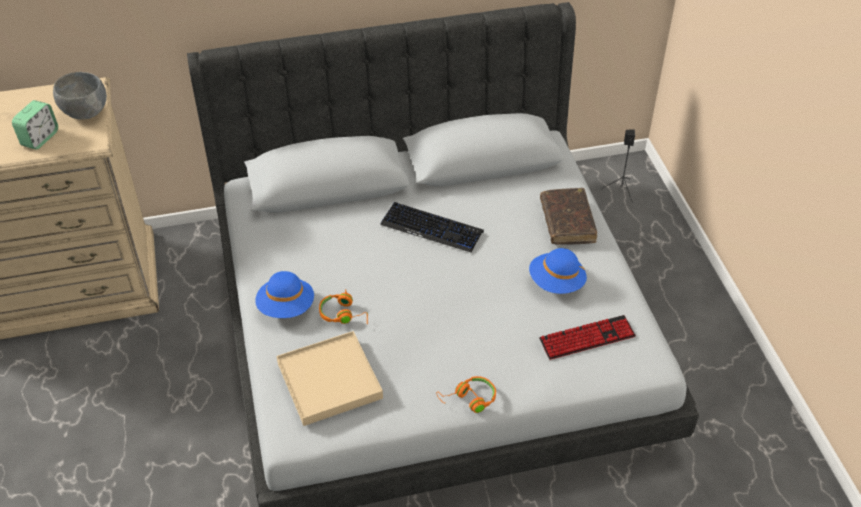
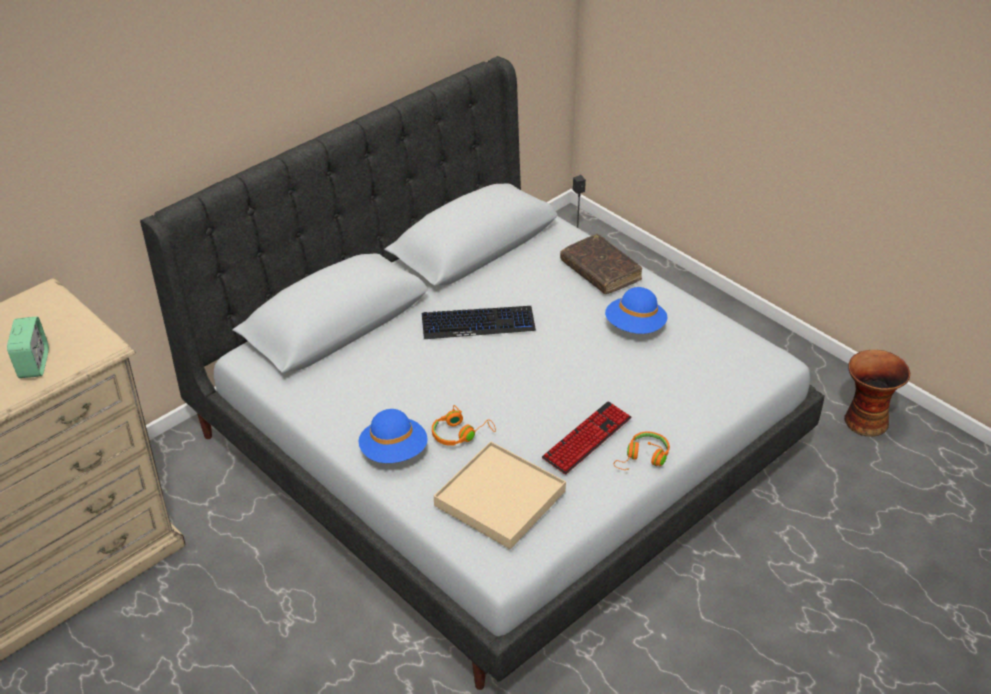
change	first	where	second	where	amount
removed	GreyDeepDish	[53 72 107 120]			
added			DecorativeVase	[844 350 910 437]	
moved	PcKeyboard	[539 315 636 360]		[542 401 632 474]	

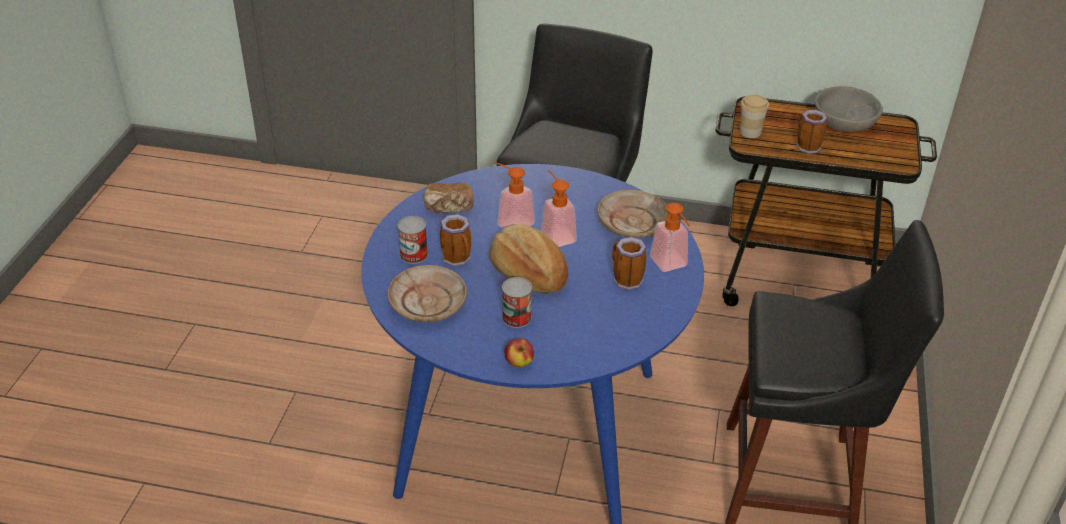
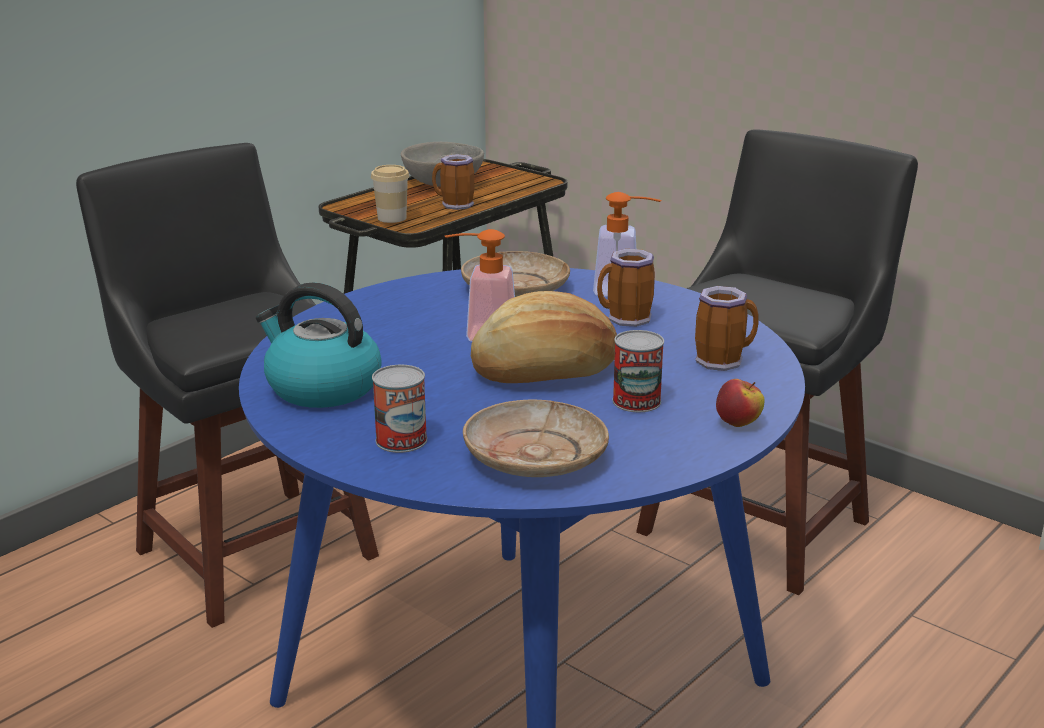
change	first	where	second	where	amount
removed	SoapDispenser	[494 162 535 229]			
moved	Mug	[440 214 471 266]		[695 286 759 371]	
replaced	Bread	[424 183 474 213]	Kettle	[256 282 382 408]	

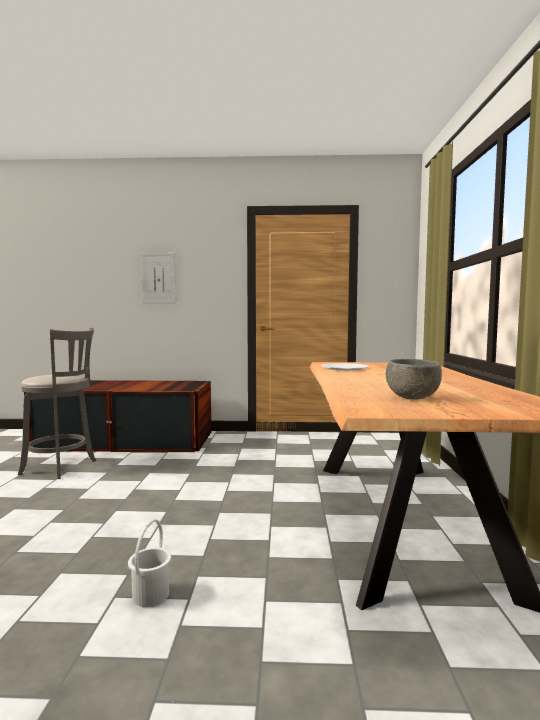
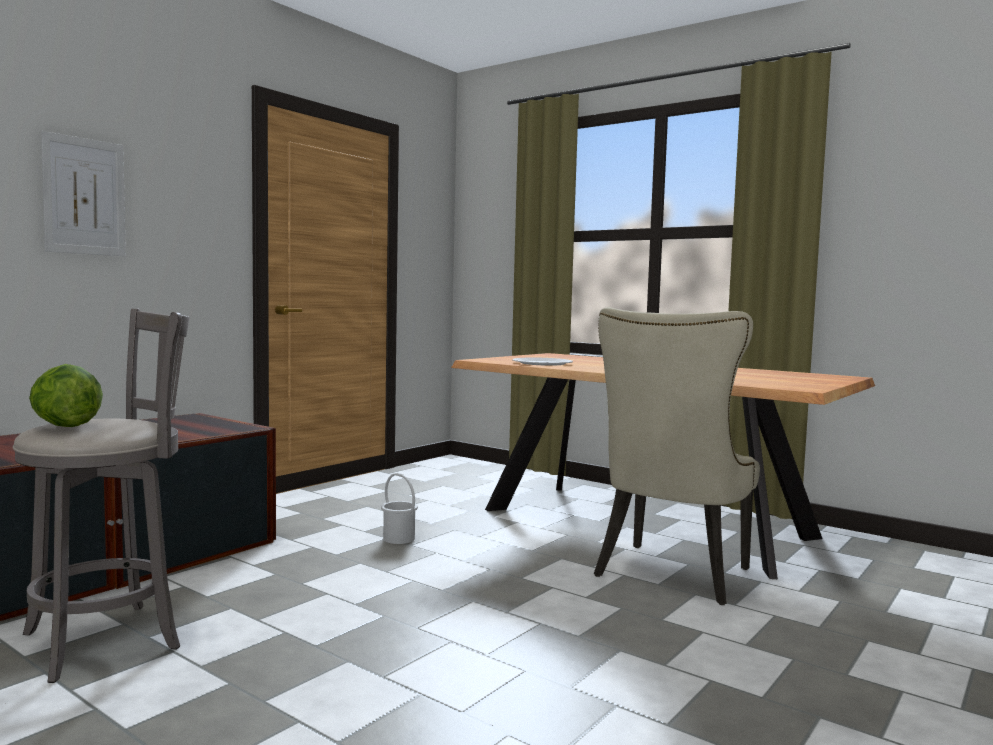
change	first	where	second	where	amount
removed	GreyDeepDish	[386 359 442 400]			
added			HeadOfLettuce	[29 364 103 427]	
added			BeigeColouredUprightChair	[594 307 760 605]	
moved	WhitishWaterBucket	[128 519 171 607]		[381 473 418 544]	

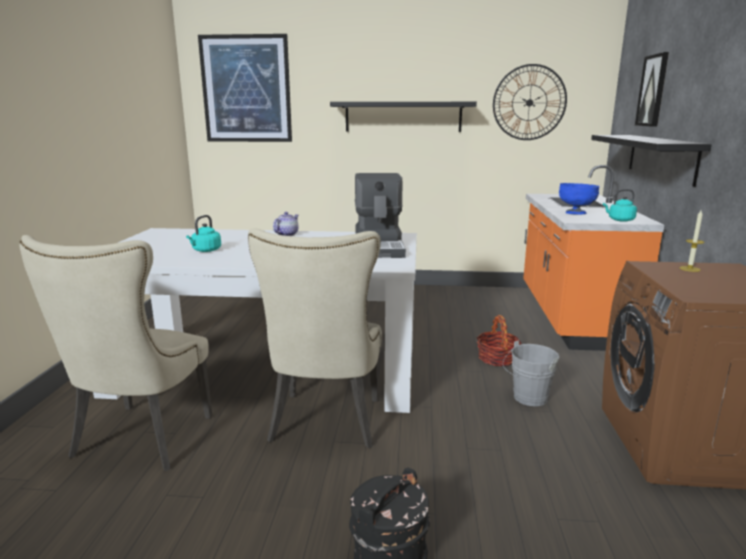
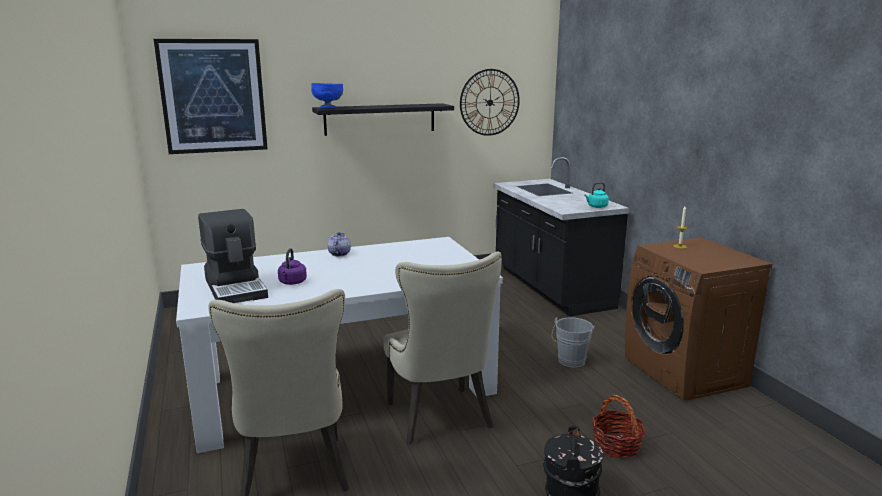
change	first	where	second	where	amount
removed	BlackBracketShelf	[591 135 712 187]			
removed	WallArt	[635 52 669 127]			
moved	CoffeeMachine	[355 173 406 258]		[198 209 268 303]	
moved	HouseholdBasket	[477 315 521 366]		[592 395 645 458]	
moved	BluishDeepDish	[559 183 600 215]		[311 83 343 109]	
recoloured	TurquoiseKettle	[186 215 221 252]	PurpleColouredKettle	[278 248 307 285]	
recoloured	OrangeCounter	[523 165 664 351]	BlackCounter	[493 157 629 317]	

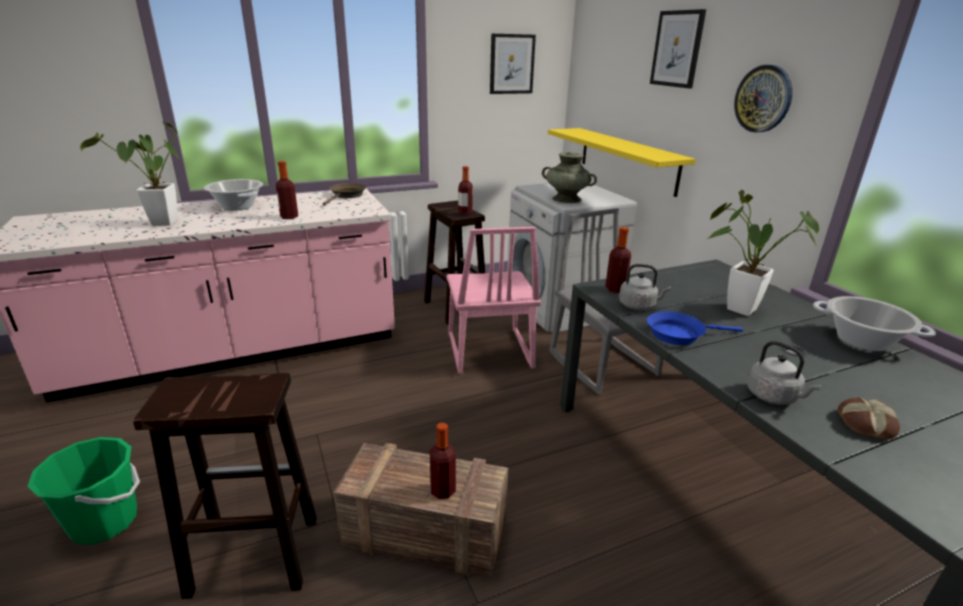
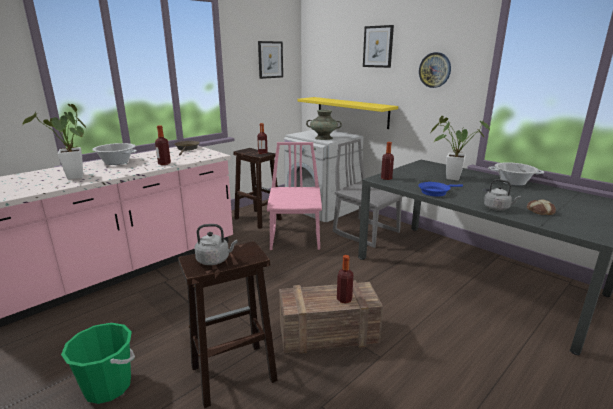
change	first	where	second	where	amount
moved	GreyKettle	[619 264 671 310]		[194 224 238 265]	
turned	PinkishUprightChair	[446 227 541 374]		[267 142 322 250]	150 degrees counterclockwise

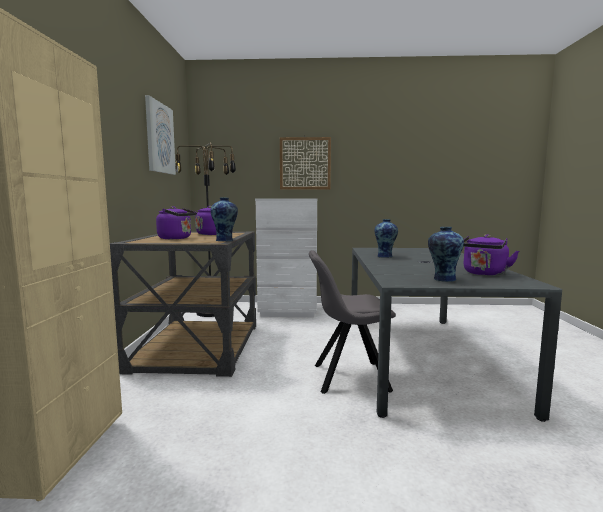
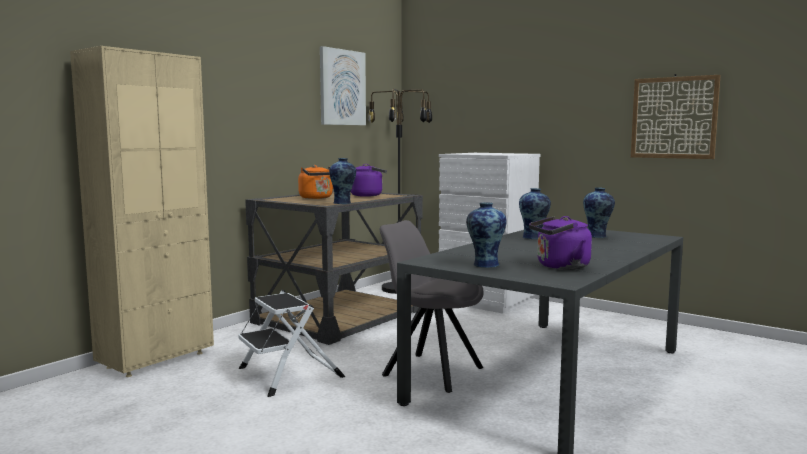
change	first	where	second	where	amount
added			StepLadder	[238 290 345 397]	
added			DecorativeVase	[583 187 615 238]	
moved	WallArt	[280 136 331 190]		[631 74 721 159]	
recoloured	PurpleColouredKettle	[156 206 197 239]	OrangeKettle	[298 165 333 199]	

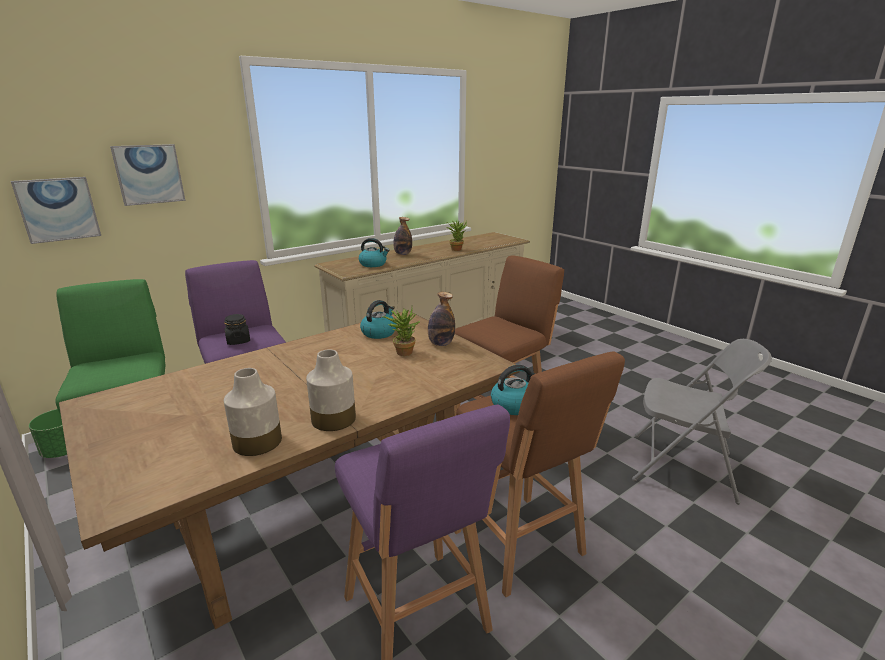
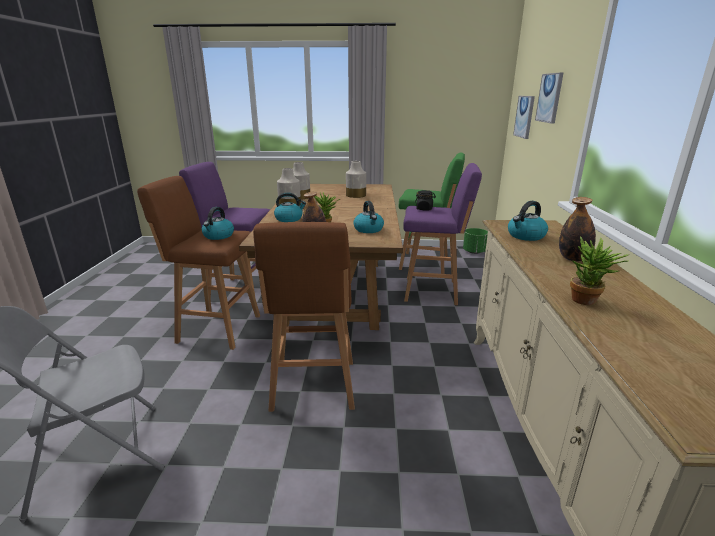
change	first	where	second	where	amount
added			Kettle	[274 192 306 222]	
added			BeigeColouredDecorativeVase	[346 161 366 198]	

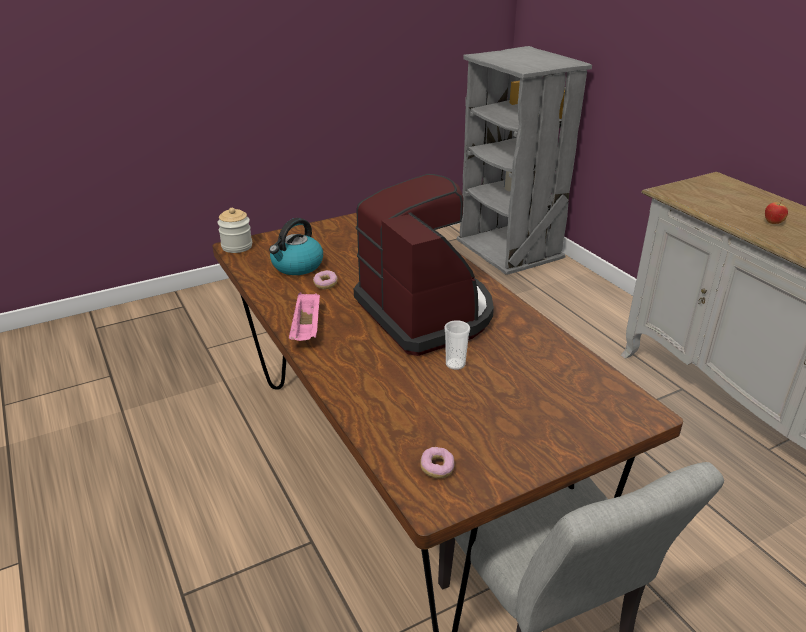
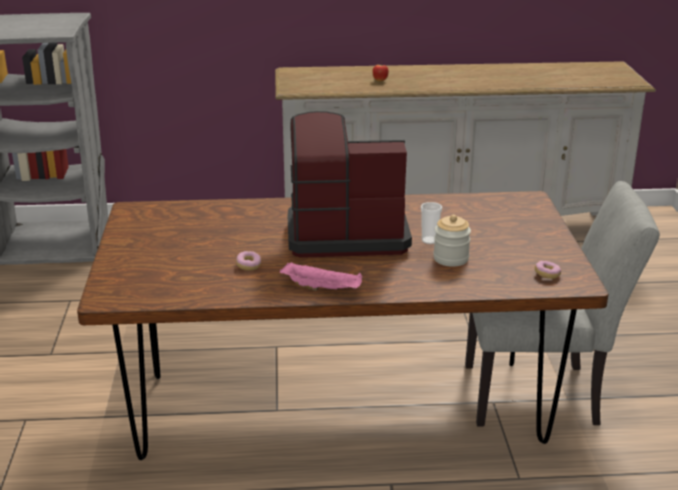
change	first	where	second	where	amount
removed	Kettle	[269 218 323 275]			
moved	StorageJar	[218 208 252 253]		[433 215 471 267]	

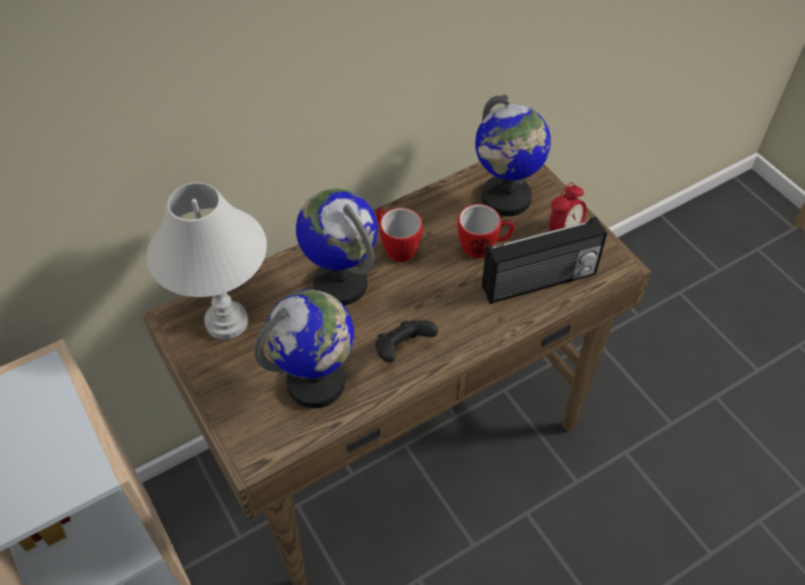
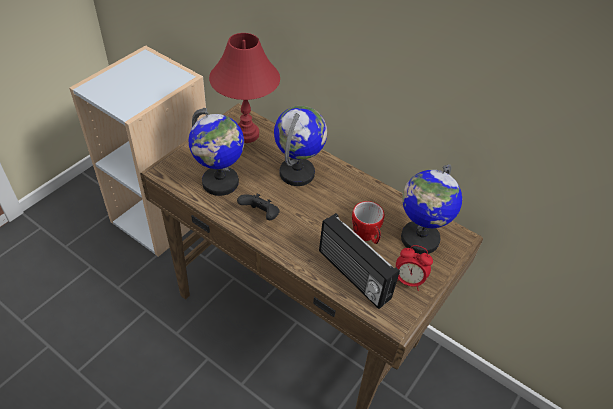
change	first	where	second	where	amount
removed	Mug	[376 207 423 262]			
recoloured	WhitishTableLamp	[147 182 267 340]	ReddishTableLamp	[209 33 280 143]	

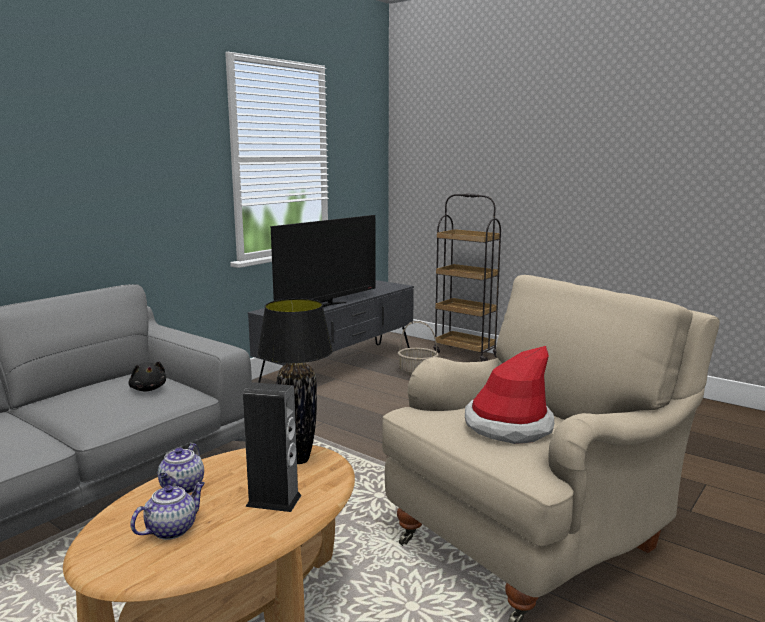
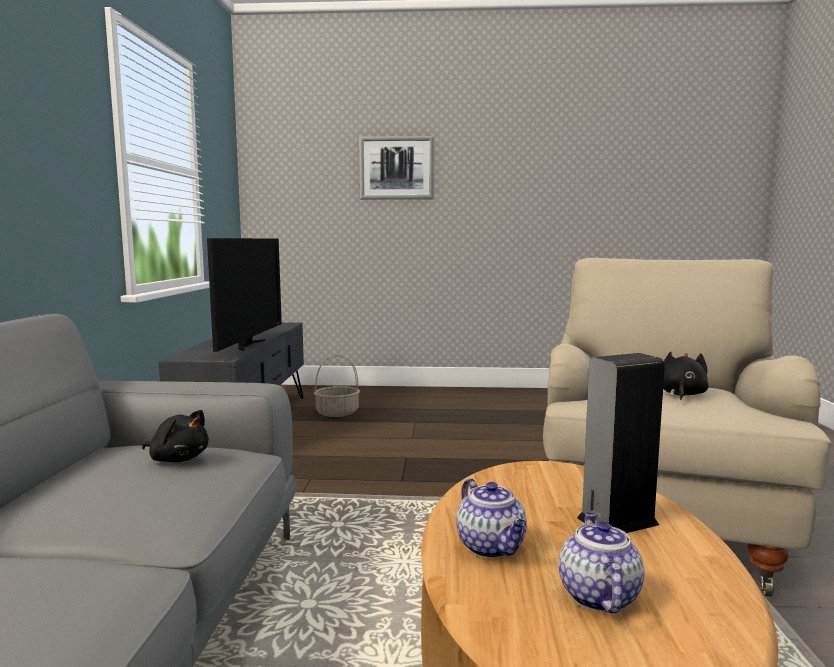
change	first	where	second	where	amount
removed	BlackTableLamp	[257 299 333 464]			
removed	BrownishTrolley	[433 193 501 362]			
added			WallArt	[359 136 434 200]	
replaced	WearableHat	[465 346 554 444]	BlackPlushToy	[663 351 708 400]	

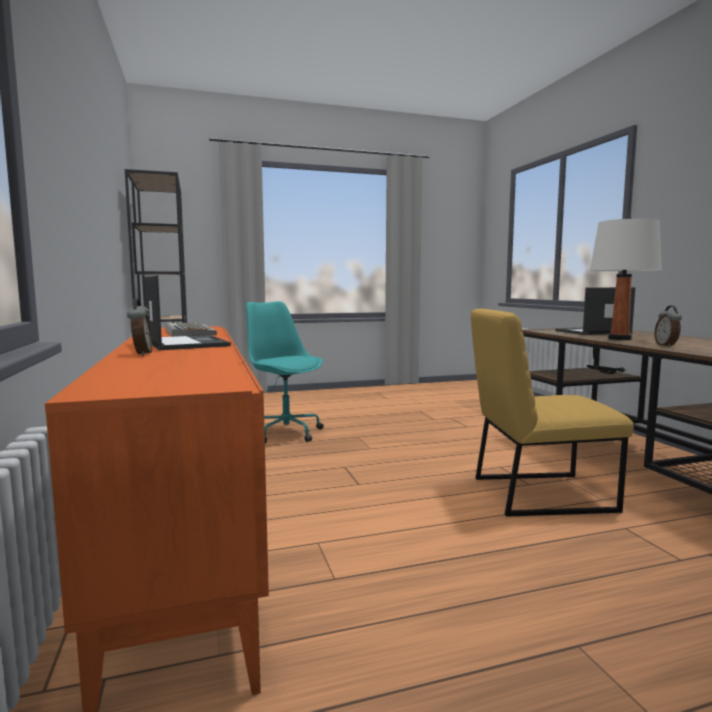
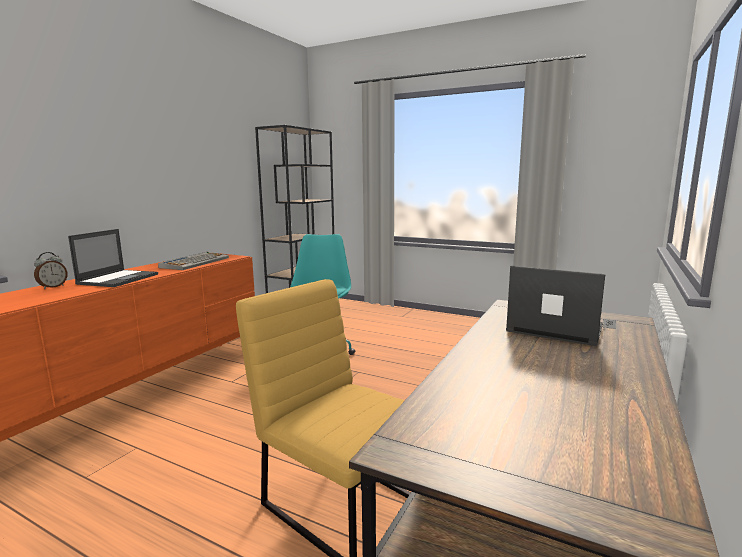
change	first	where	second	where	amount
removed	WhitishTableLamp	[590 216 662 340]			
removed	AlarmClock	[654 305 682 347]			

